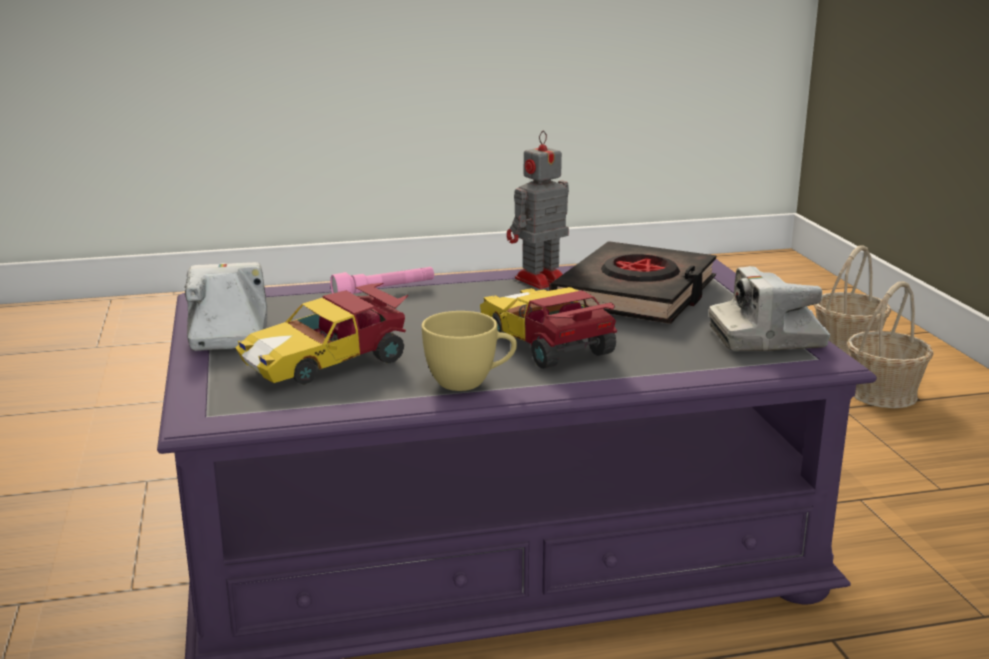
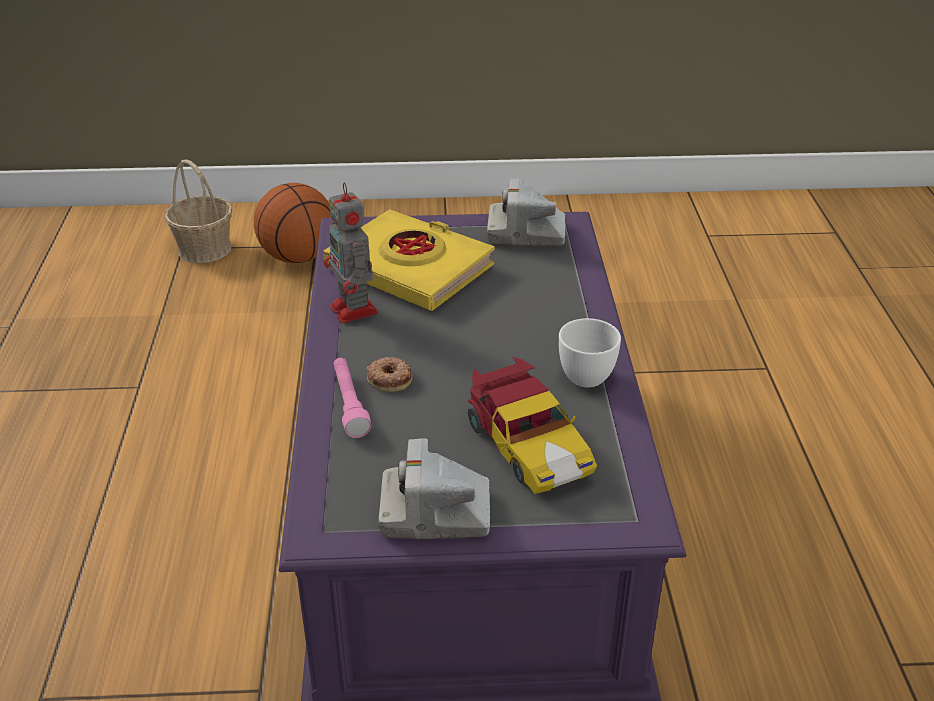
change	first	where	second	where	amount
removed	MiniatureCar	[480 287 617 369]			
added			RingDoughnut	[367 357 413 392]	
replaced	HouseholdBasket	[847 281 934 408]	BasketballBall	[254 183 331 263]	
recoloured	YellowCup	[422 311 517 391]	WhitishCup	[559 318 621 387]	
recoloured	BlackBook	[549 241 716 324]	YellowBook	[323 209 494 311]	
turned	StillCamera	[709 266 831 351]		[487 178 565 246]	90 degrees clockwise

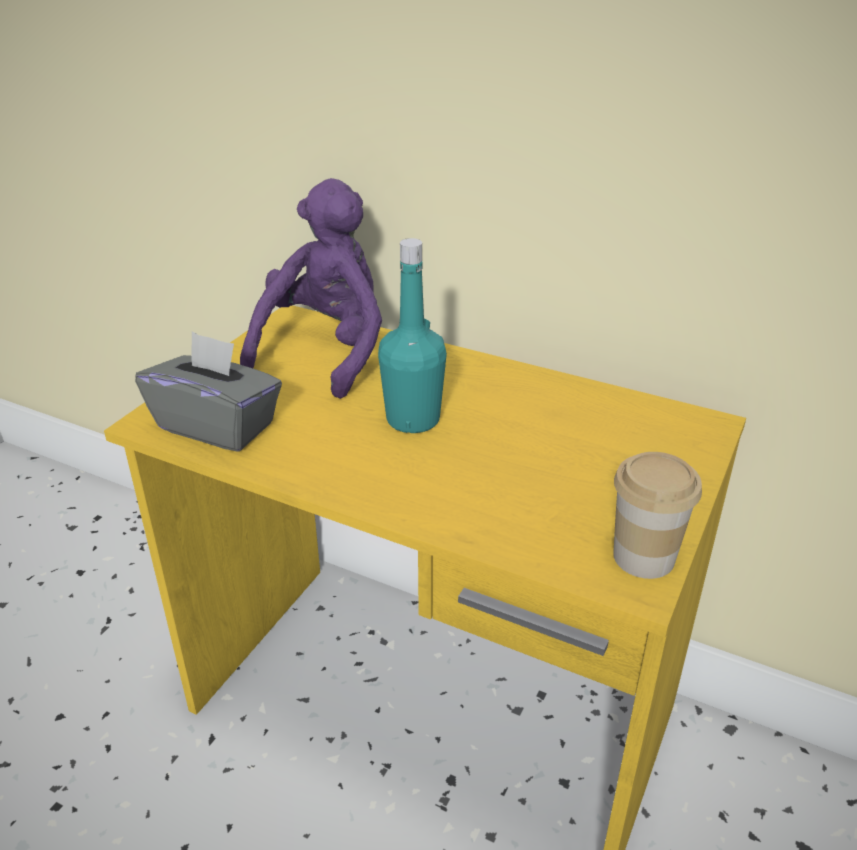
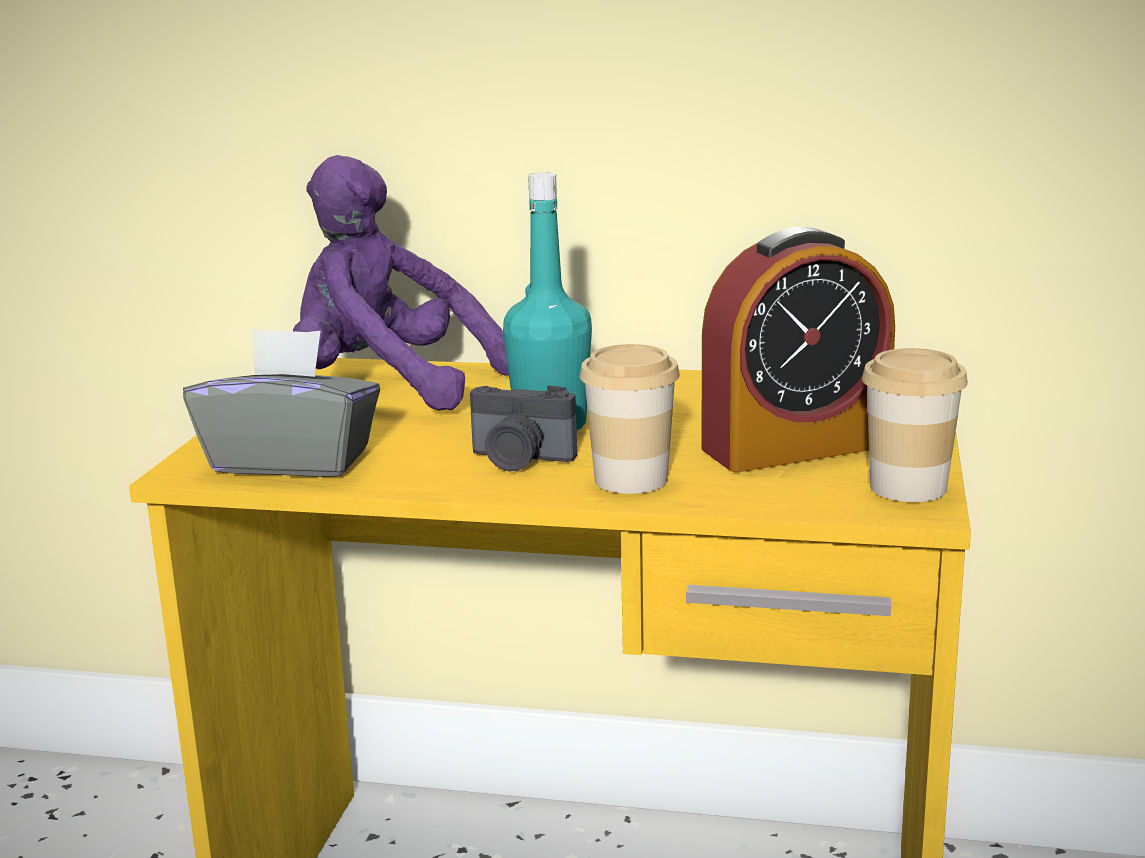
change	first	where	second	where	amount
added			StillCamera	[470 385 577 472]	
added			Cup	[580 344 680 494]	
added			AlarmClock	[701 227 895 472]	
turned	PurpleColouredPlushToy	[240 178 382 399]		[293 155 509 411]	75 degrees counterclockwise

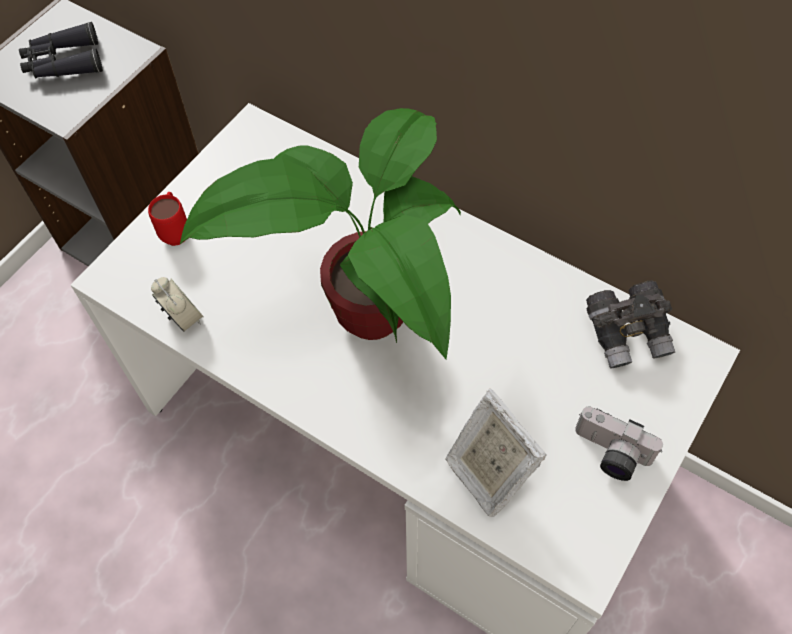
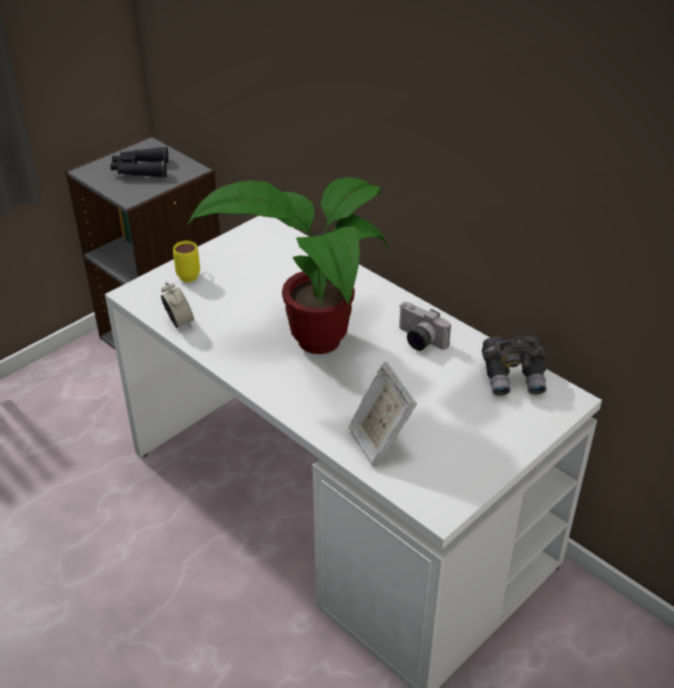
change	first	where	second	where	amount
moved	StillCamera	[575 406 663 481]		[399 302 451 351]	
recoloured	ReddishMug	[148 192 187 246]	YellowMug	[173 241 200 282]	

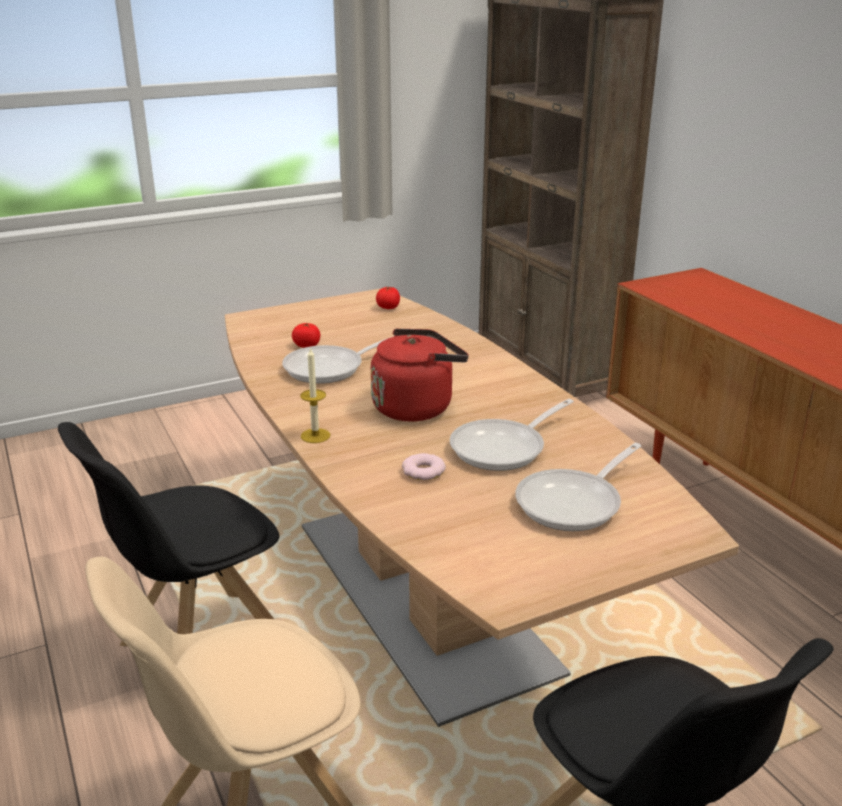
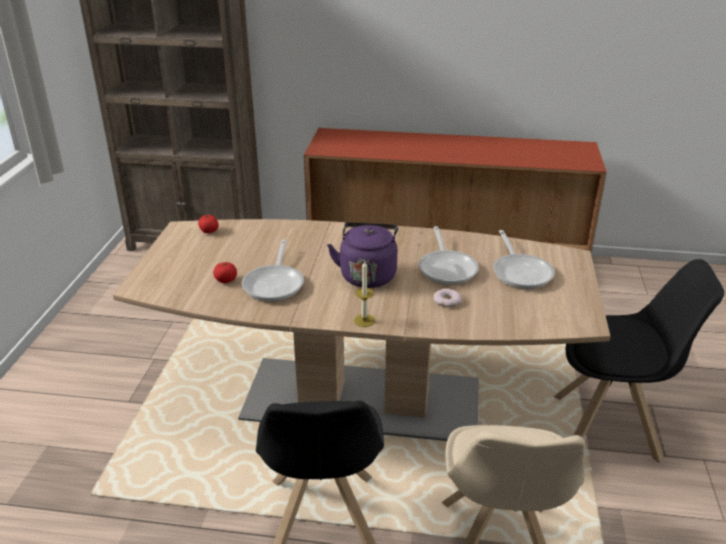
change	first	where	second	where	amount
recoloured	ReddishKettle	[371 328 469 421]	PurpleColouredKettle	[327 222 398 288]	

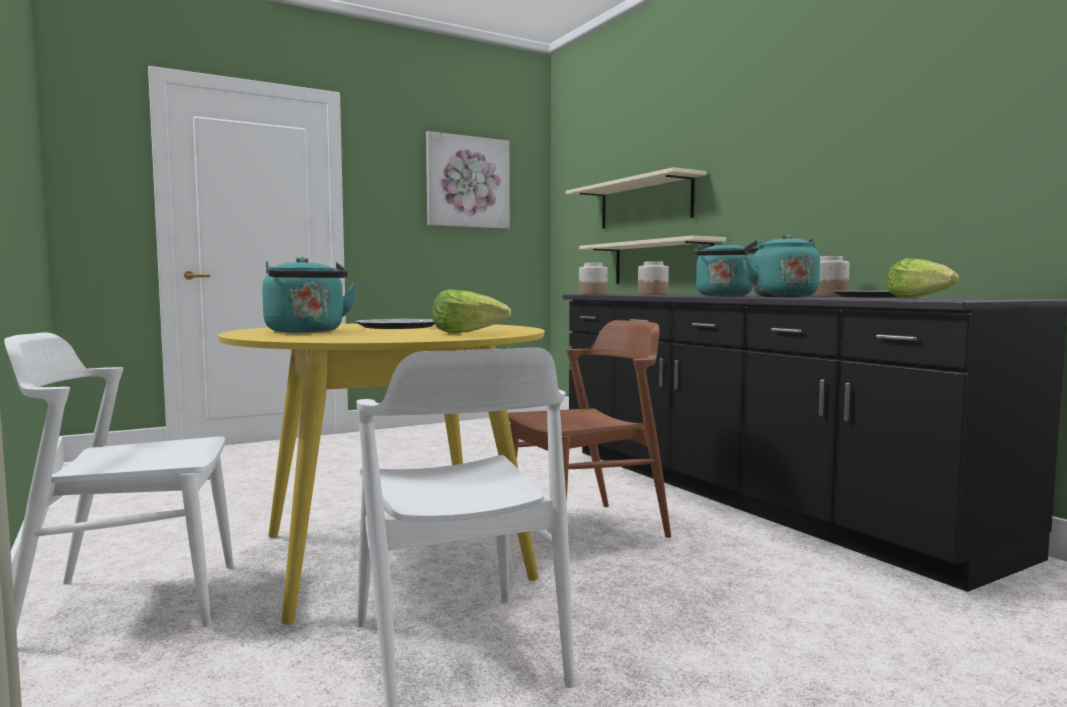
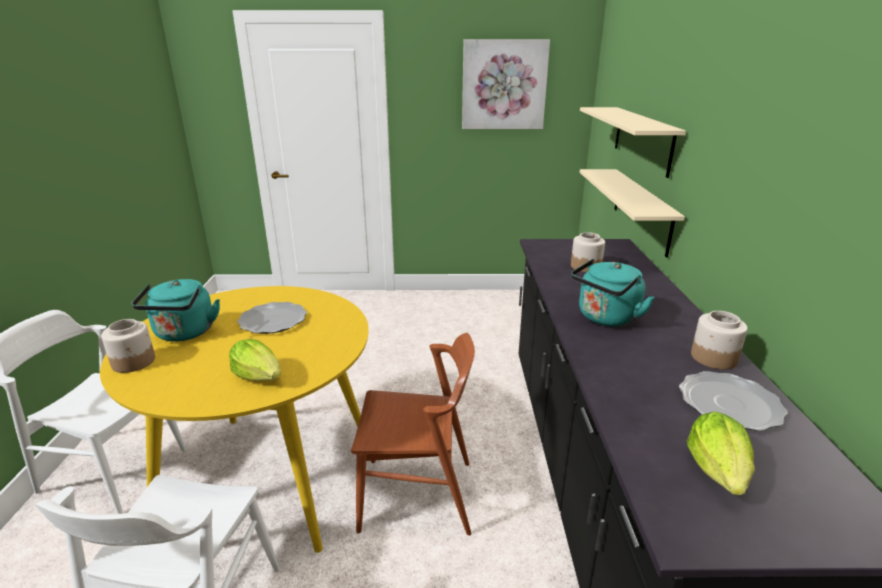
change	first	where	second	where	amount
removed	TurquoiseKettle	[742 234 820 297]			
moved	StorageJar	[579 263 608 294]		[101 319 155 373]	

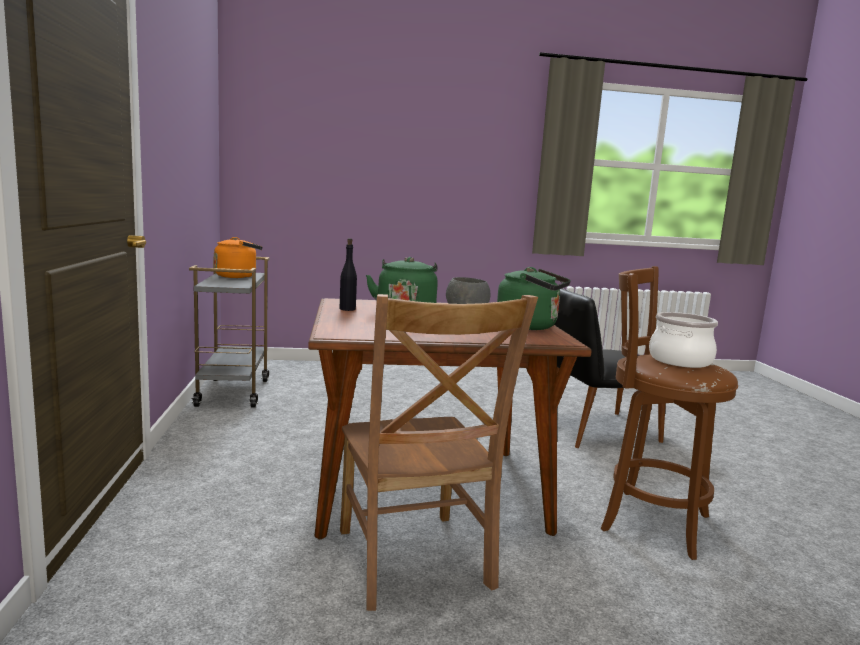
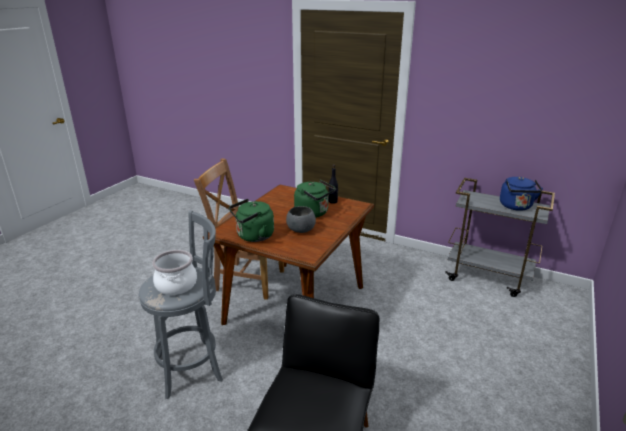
change	first	where	second	where	amount
recoloured	OrangeKettle	[214 237 262 278]	BluishKettle	[500 177 543 211]	
recoloured	BrownishSittingStool	[601 266 738 560]	GreySittingStool	[139 210 223 399]	

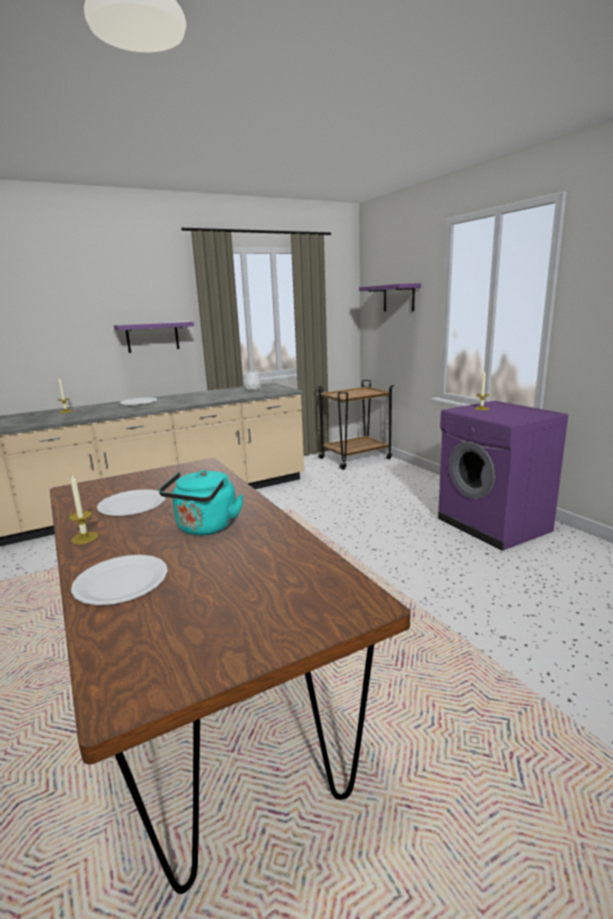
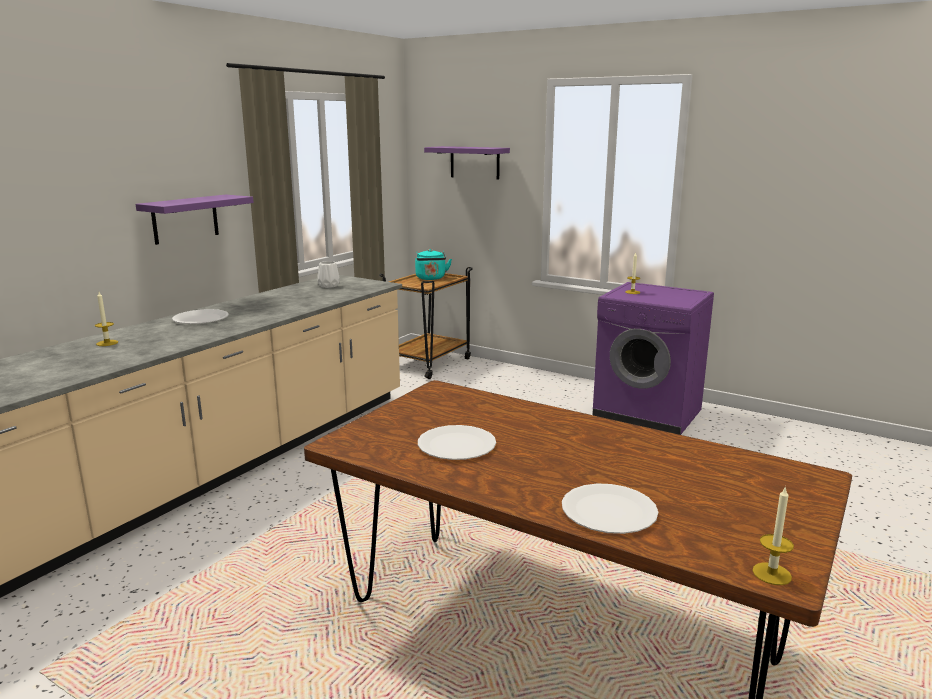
change	first	where	second	where	amount
moved	WaxCandle	[69 475 99 544]		[752 486 794 585]	
moved	TurquoiseKettle	[159 470 244 535]		[415 249 452 280]	

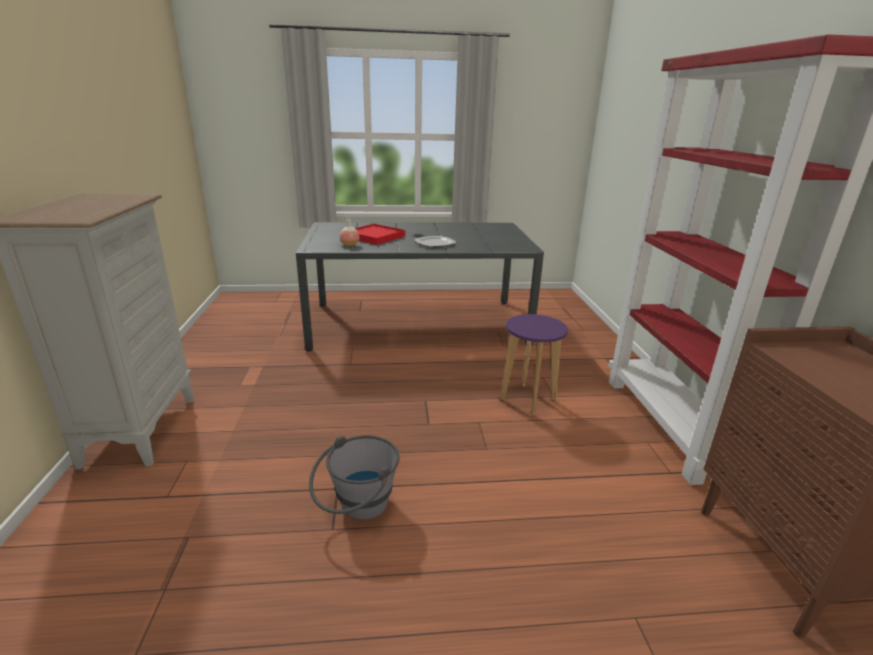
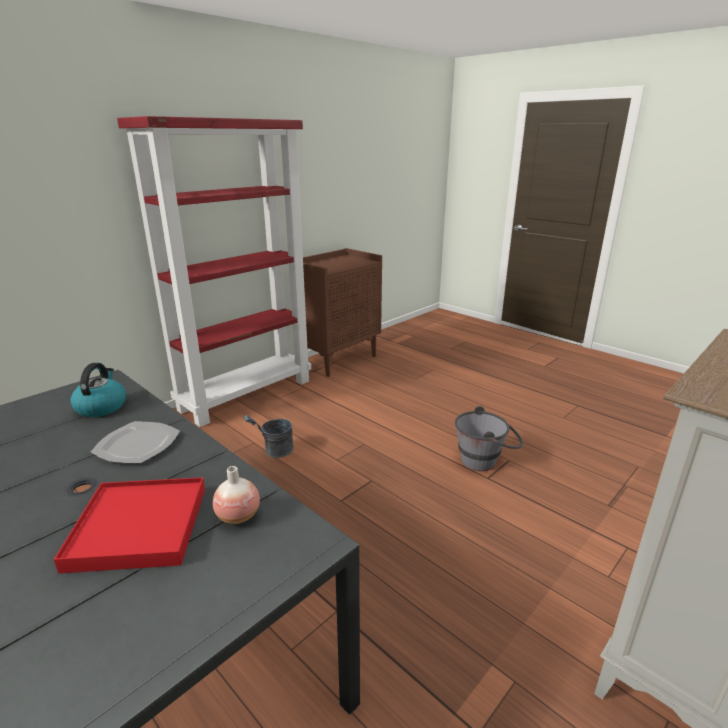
change	first	where	second	where	amount
added			Kettle	[70 363 126 417]	
replaced	PurpleColouredSittingStool	[500 314 568 416]	GreyWaterBucket	[244 415 294 458]	

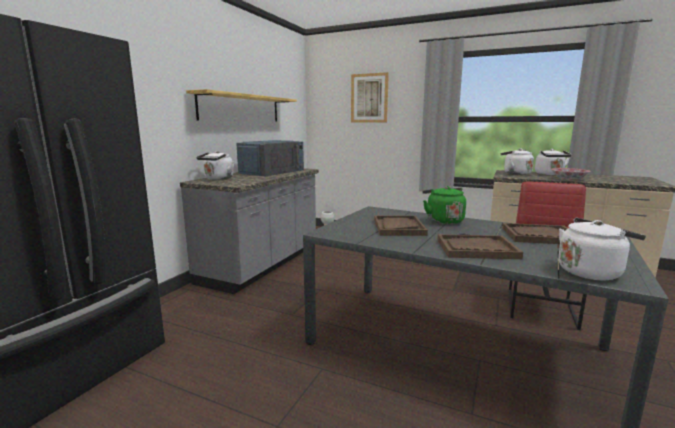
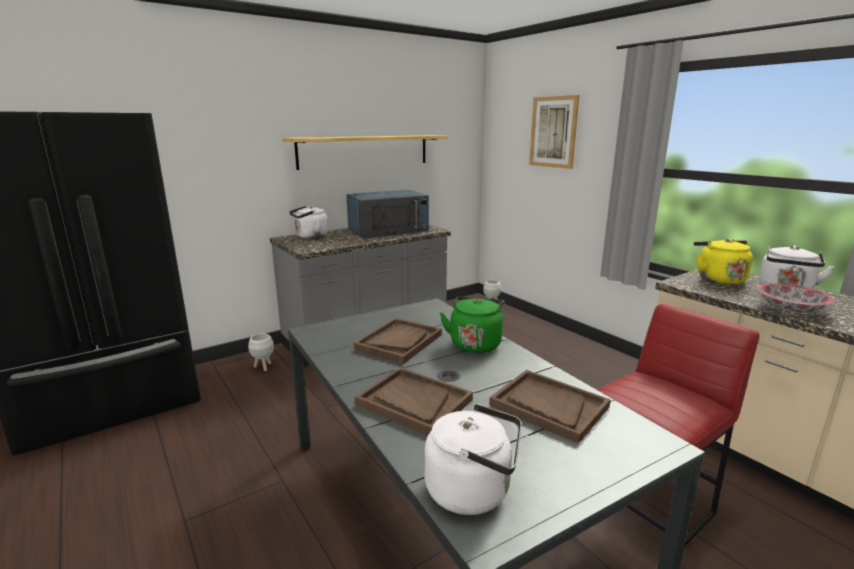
change	first	where	second	where	amount
added			WhitishPlanter	[248 333 274 371]	
recoloured	WhitishKettle	[501 149 534 175]	YellowKettle	[694 238 753 285]	

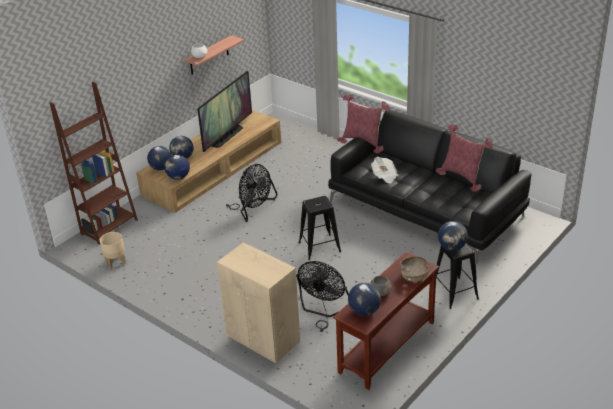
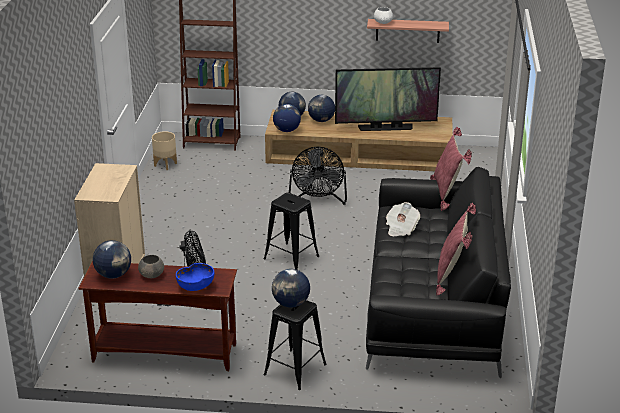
change	first	where	second	where	amount
recoloured	BrownishDeepDish	[400 256 429 282]	BluishDeepDish	[176 263 214 291]	

